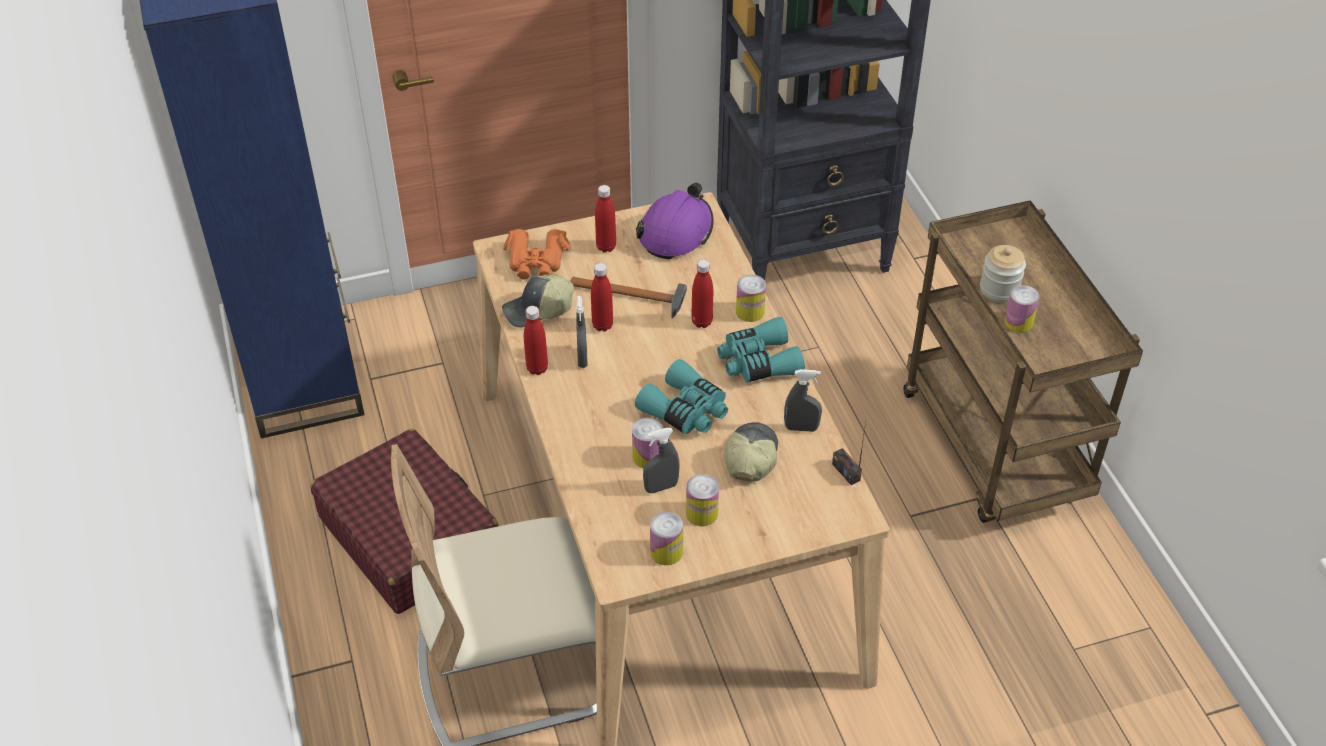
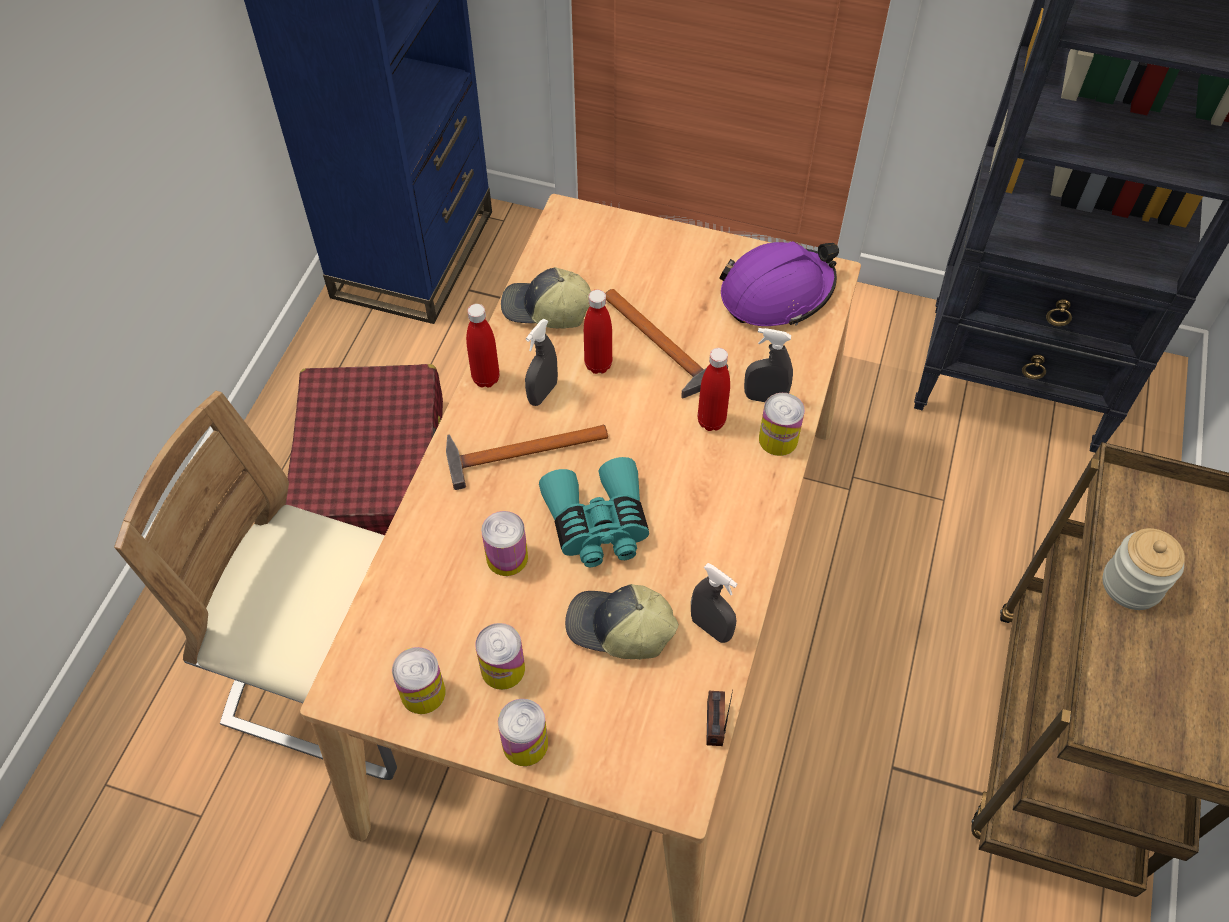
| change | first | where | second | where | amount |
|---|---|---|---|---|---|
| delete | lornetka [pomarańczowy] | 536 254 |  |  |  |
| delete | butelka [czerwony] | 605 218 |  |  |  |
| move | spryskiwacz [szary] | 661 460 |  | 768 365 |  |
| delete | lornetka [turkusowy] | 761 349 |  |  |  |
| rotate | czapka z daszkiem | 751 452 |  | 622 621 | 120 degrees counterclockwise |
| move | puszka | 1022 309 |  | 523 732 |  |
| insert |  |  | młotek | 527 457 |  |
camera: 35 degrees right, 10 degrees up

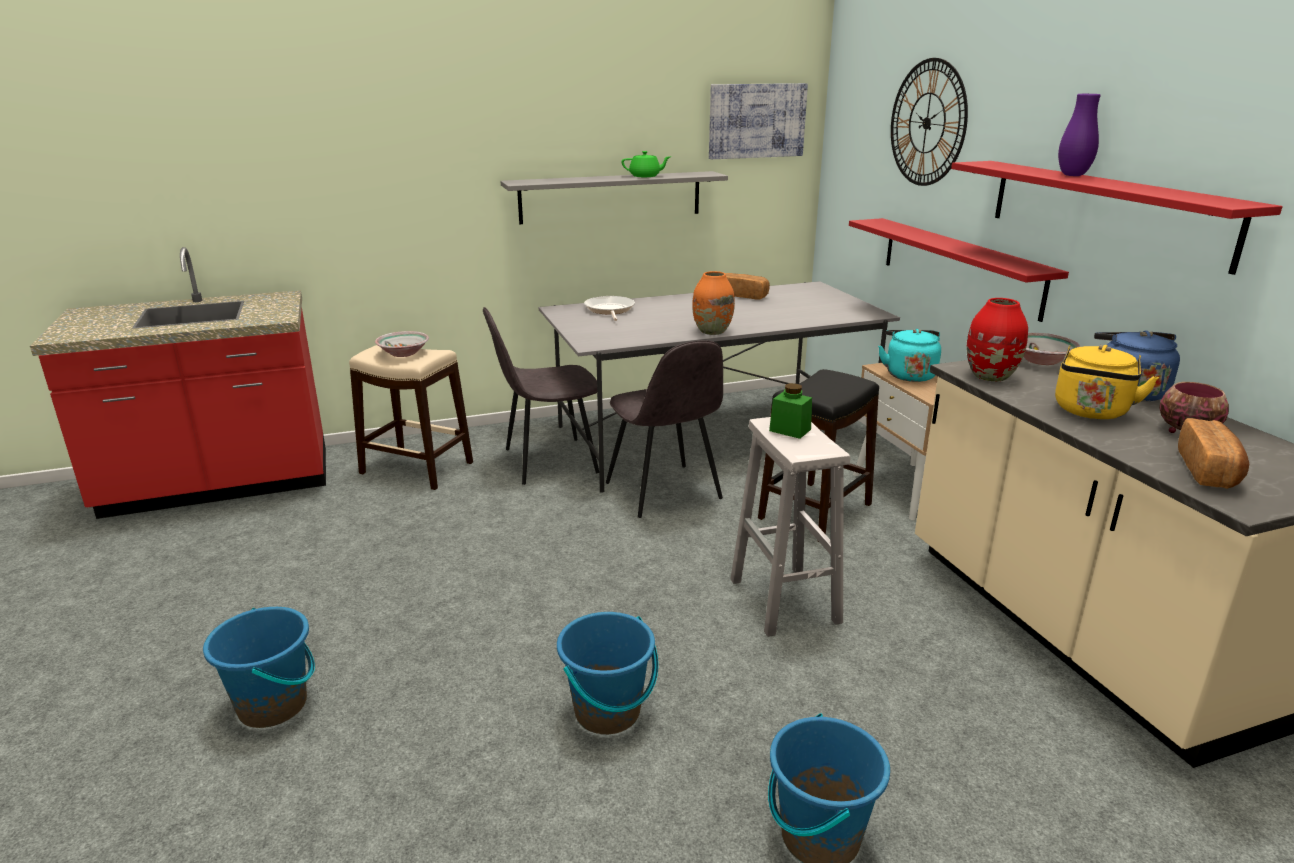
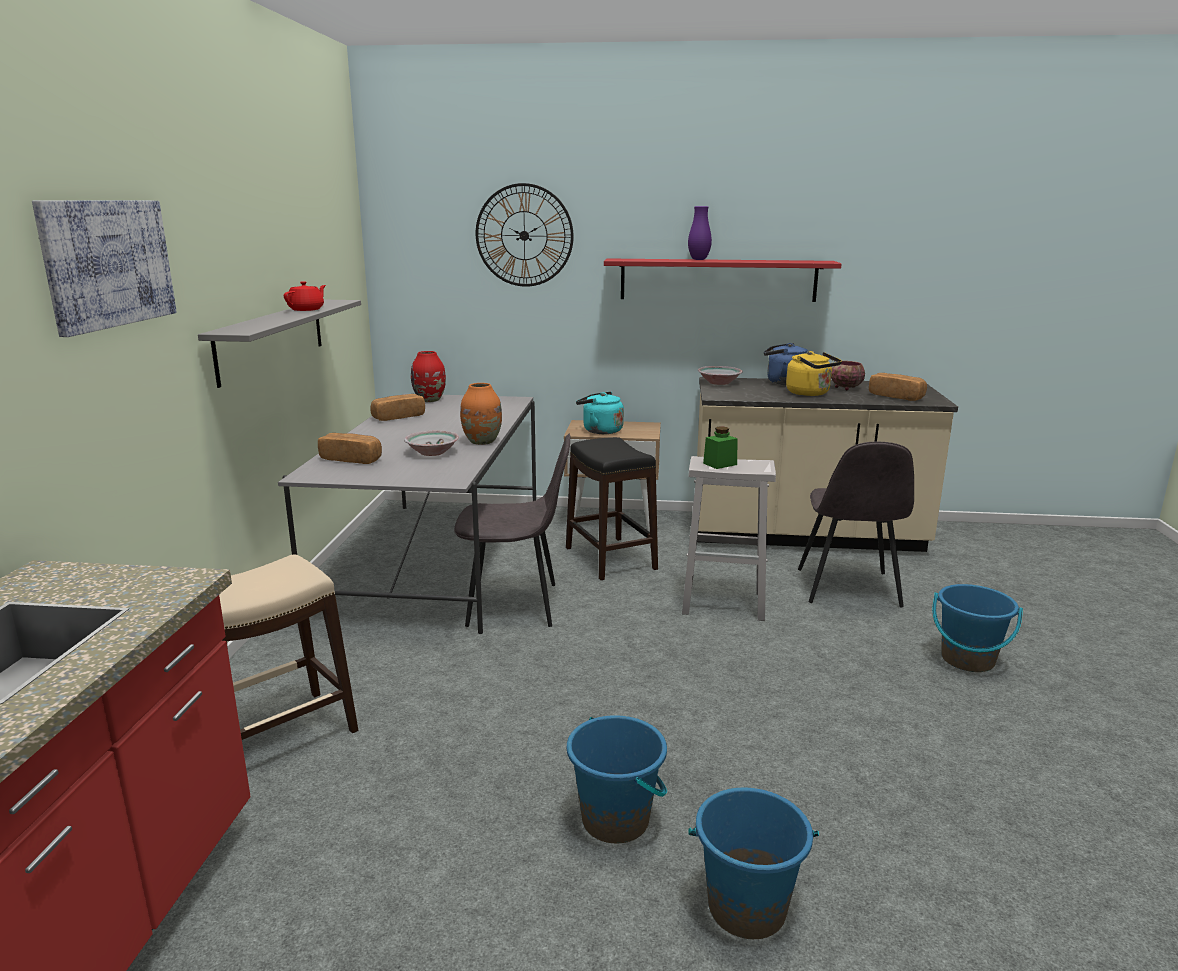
| change | first | where | second | where | amount |
|---|---|---|---|---|---|
| move | miska | 402 344 |  | 431 443 |  |
| move | krzesło [szary] | 541 396 |  | 856 524 |  |
| move | wiadro [niebieski] | 607 673 |  | 617 779 |  |
| replace | patelnia | 609 308 | chleb | 350 448 |  |
| recolor | imbryk [zielony] | 646 164 | imbryk [czerwony] | 305 296 |  |
| move | obraz | 758 121 |  | 104 269 |  |
| delete | półka [czerwony] | 959 270 |  |  |  |
| move | wazon [czerwony] | 997 340 |  | 428 376 |  |
camera: 65 degrees left, 5 degrees down

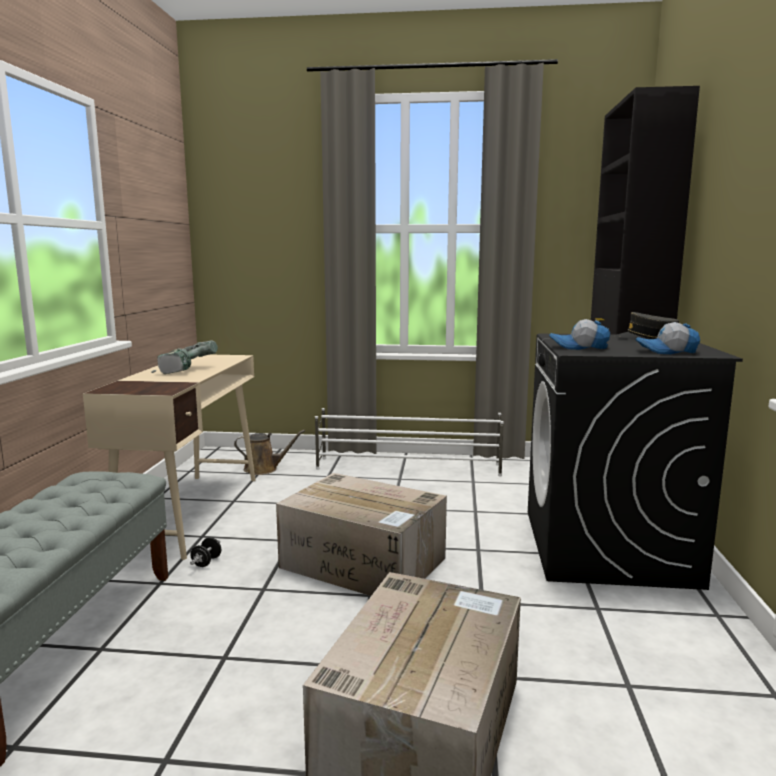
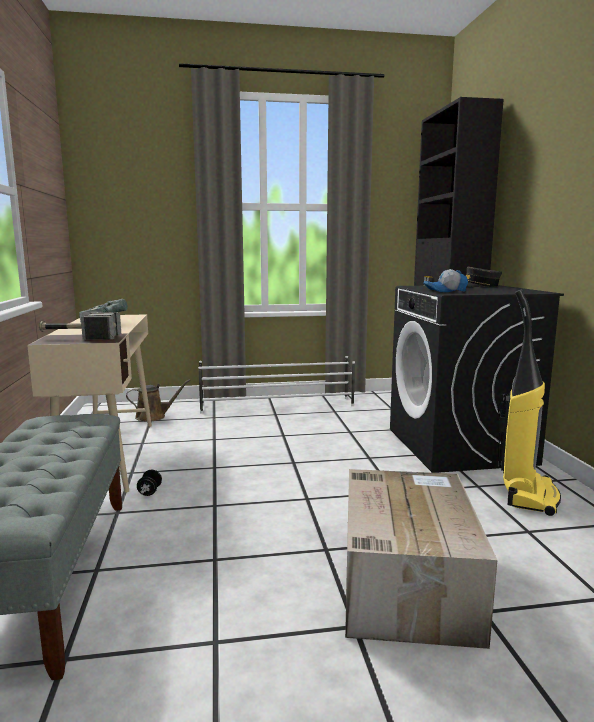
| change | first | where | second | where | amount |
|---|---|---|---|---|---|
| delete | karton | 361 534 |  |  |  |
| delete | czapka z daszkiem | 667 338 |  |  |  |
| insert |  |  | młotek | 80 326 |  |
| insert |  |  | odkurzacz | 529 403 |  |
camera: 15 degrees left, 0 degrees up

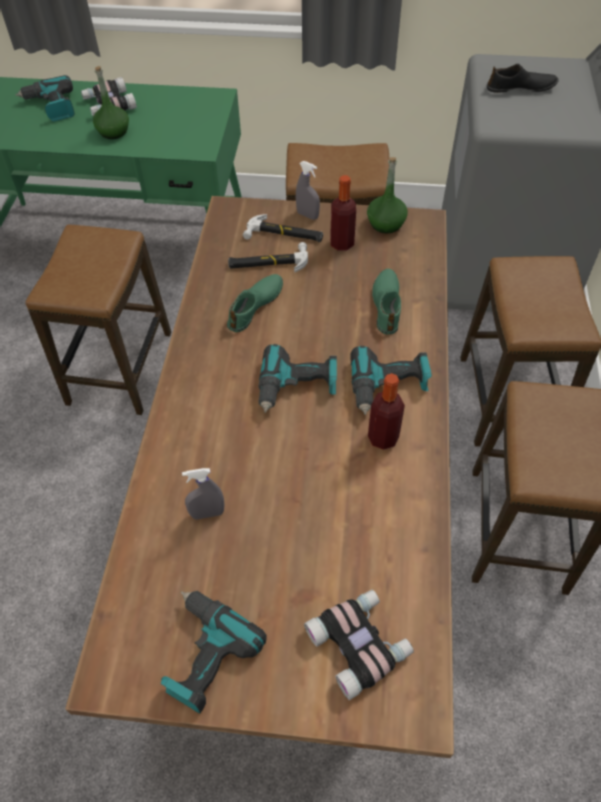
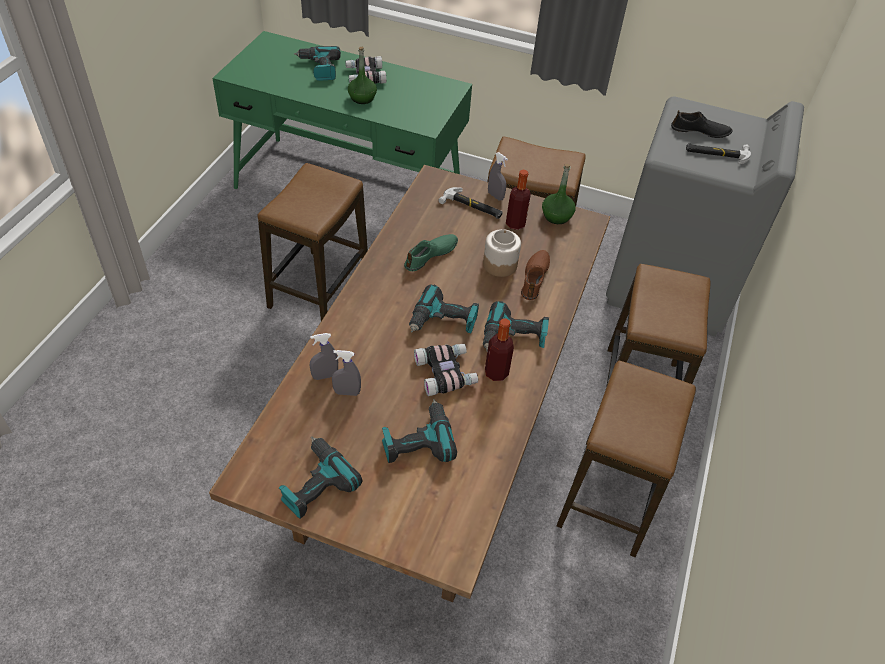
| change | first | where | second | where | amount |
|---|---|---|---|---|---|
| move | młotek | 268 257 |  | 718 153 |  |
| move | lornetka | 359 645 |  | 446 370 |  |
| recolor | but [zielony] | 386 301 | but [brązowy] | 535 275 |  |
| insert |  |  | spryskiwacz [szary] | 324 356 |  |
| insert |  |  | wiertarka | 419 431 |  |
| insert |  |  | słoik | 502 253 |  |
camera: 10 degrees right, 5 degrees down

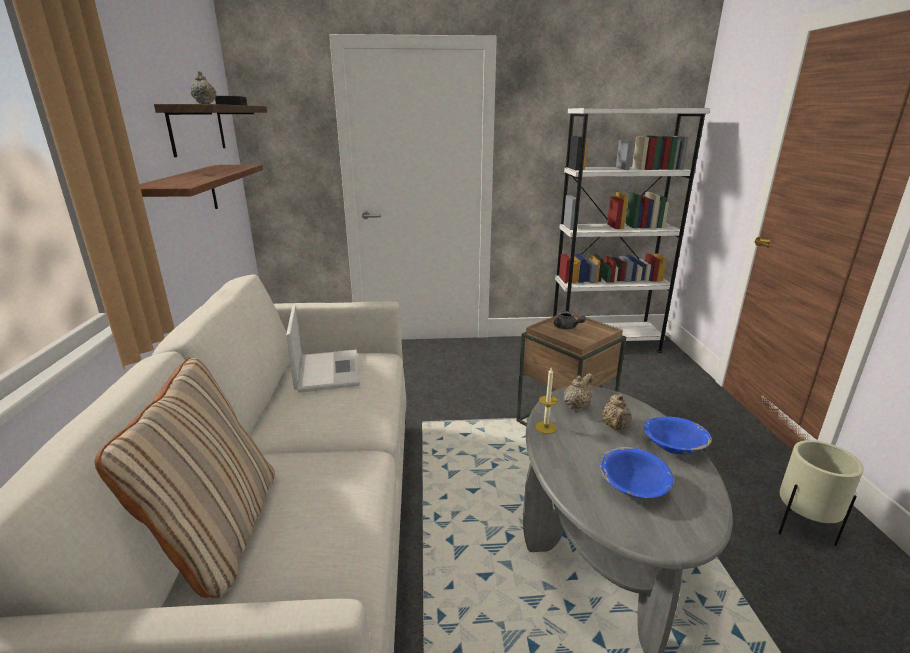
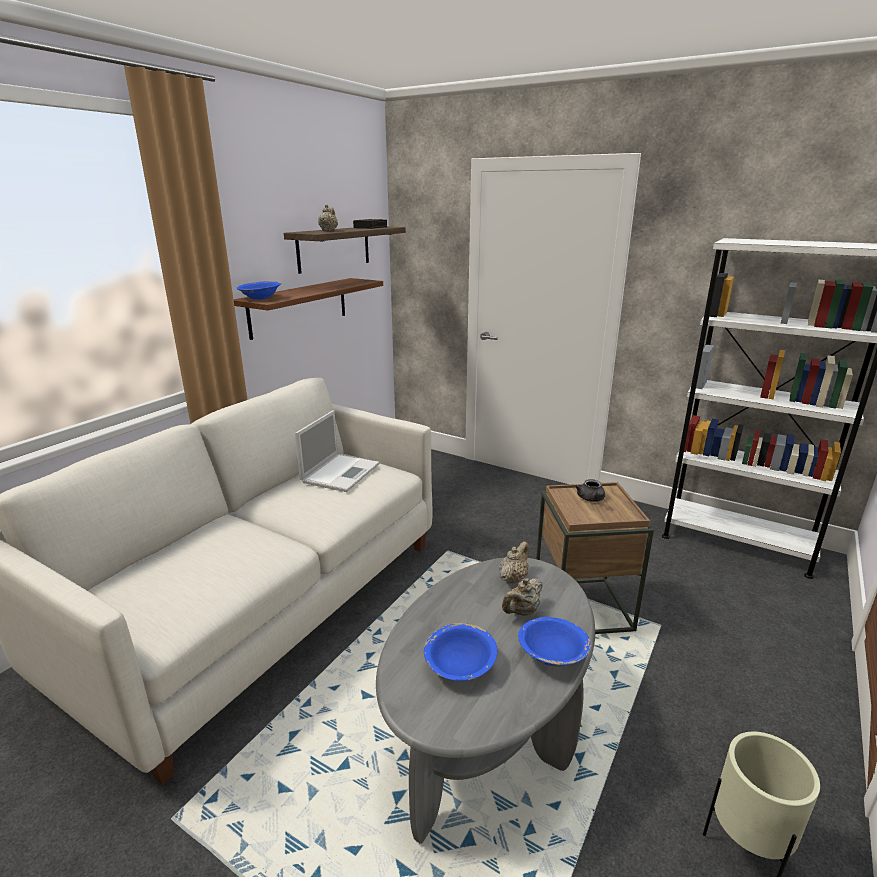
| change | first | where | second | where | amount |
|---|---|---|---|---|---|
| delete | poduszka [beżowy] | 185 478 |  |  |  |
| delete | świeca | 547 401 |  |  |  |
| rotate | imbryk [beżowy] | 579 391 |  | 514 563 | 45 degrees counterclockwise |
| insert |  |  | miska [niebieski] | 259 290 |  |
camera: 35 degrees right, 0 degrees up

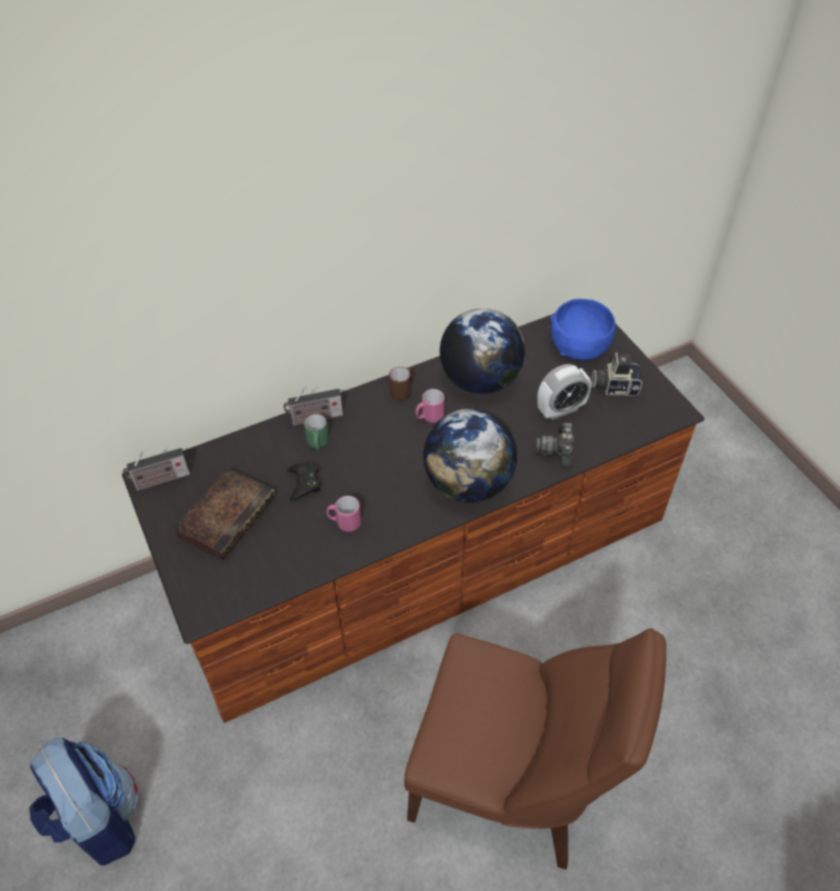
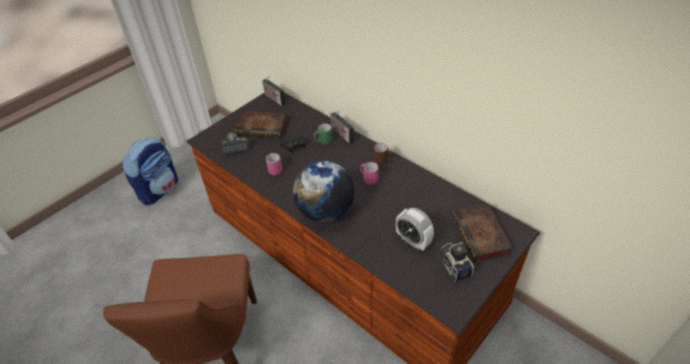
| change | first | where | second | where | amount |
|---|---|---|---|---|---|
| delete | globus | 482 351 |  |  |  |
| move | aparat fotograficzny | 555 445 |  | 235 143 |  |
| replace | miska [niebieski] | 583 330 | książka | 482 232 |  |
camera: 70 degrees right, 5 degrees down

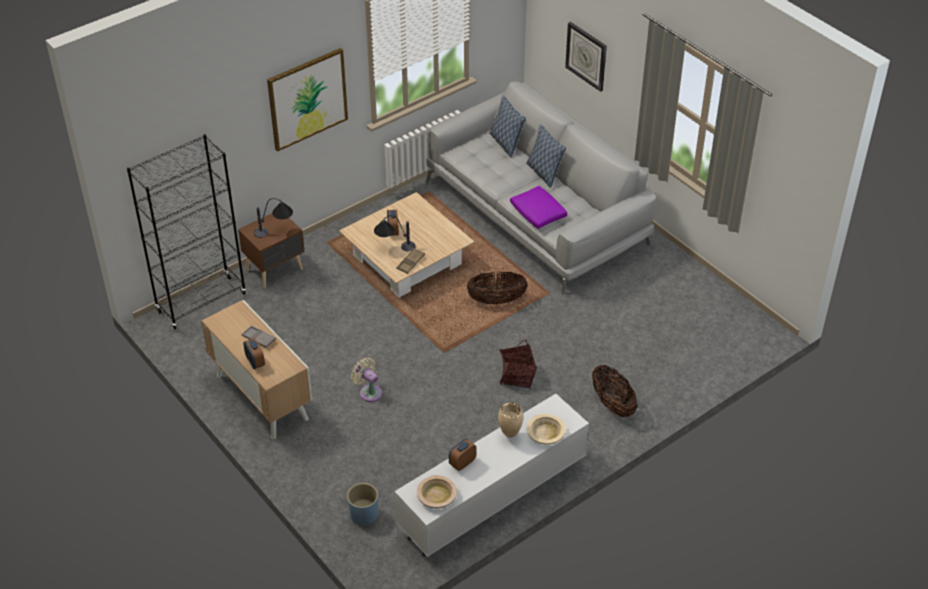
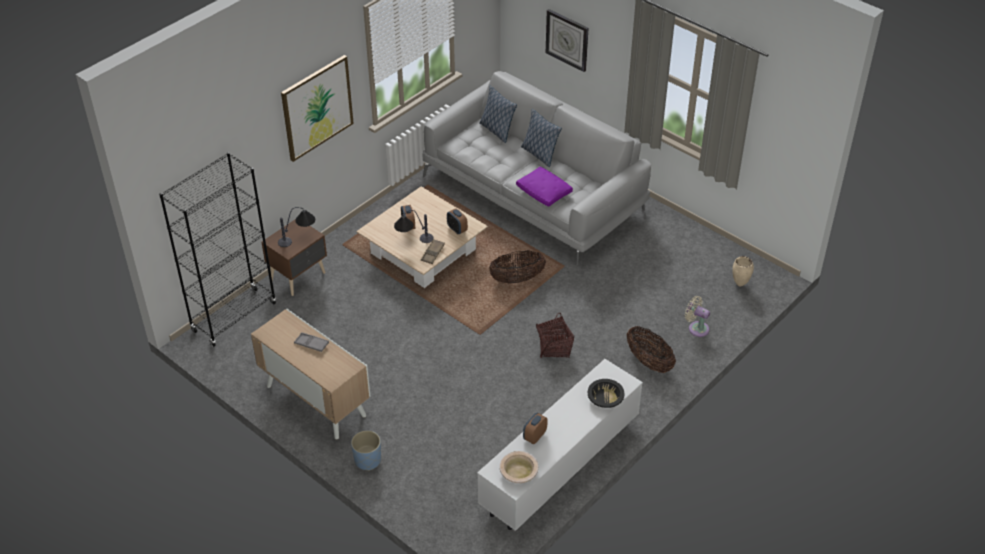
| change | first | where | second | where | amount |
|---|---|---|---|---|---|
| move | budzik | 254 353 |  | 457 221 |  |
| move | donica [niebieski] | 362 504 |  | 366 450 |  |
| move | wentylator [beżowy] | 366 379 |  | 697 316 |  |
| move | wazon [beżowy] | 510 420 |  | 743 271 |  |
| recolor | miska [beżowy] | 546 429 | miska [czarny] | 606 393 |  |
camera: 10 degrees left, 0 degrees up

